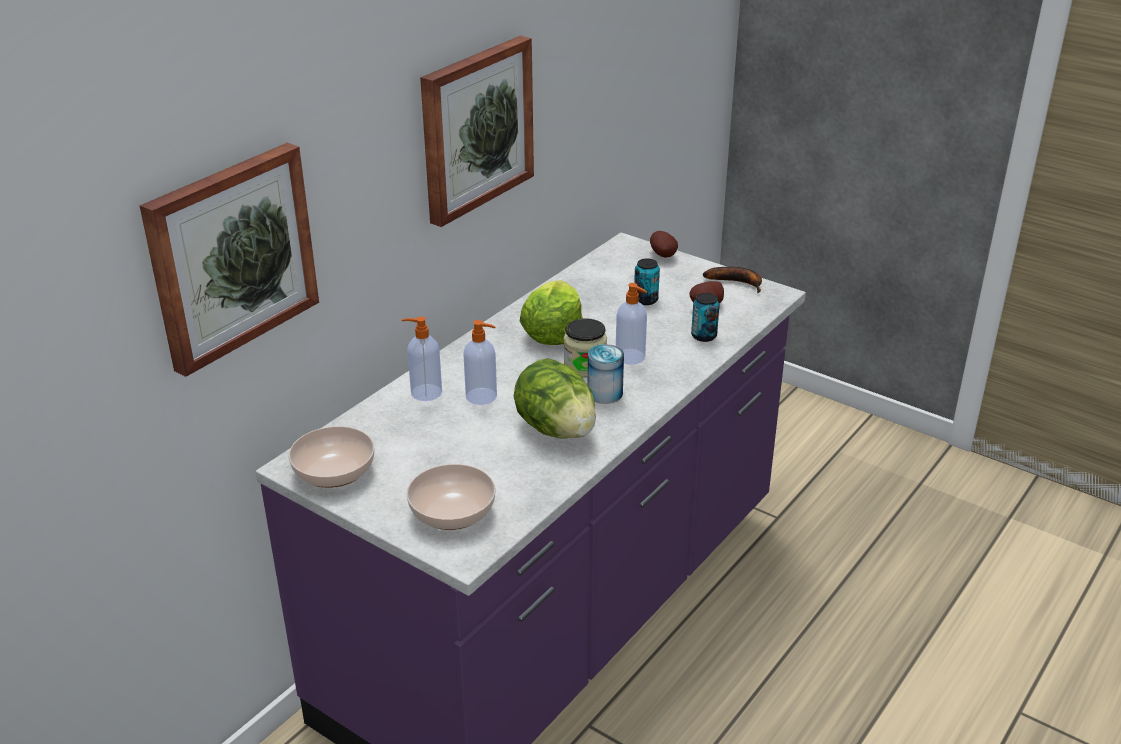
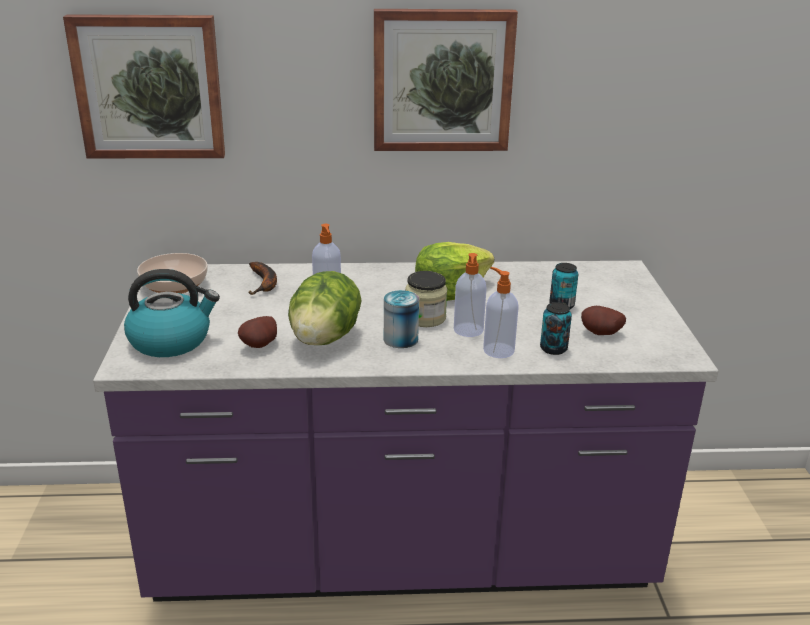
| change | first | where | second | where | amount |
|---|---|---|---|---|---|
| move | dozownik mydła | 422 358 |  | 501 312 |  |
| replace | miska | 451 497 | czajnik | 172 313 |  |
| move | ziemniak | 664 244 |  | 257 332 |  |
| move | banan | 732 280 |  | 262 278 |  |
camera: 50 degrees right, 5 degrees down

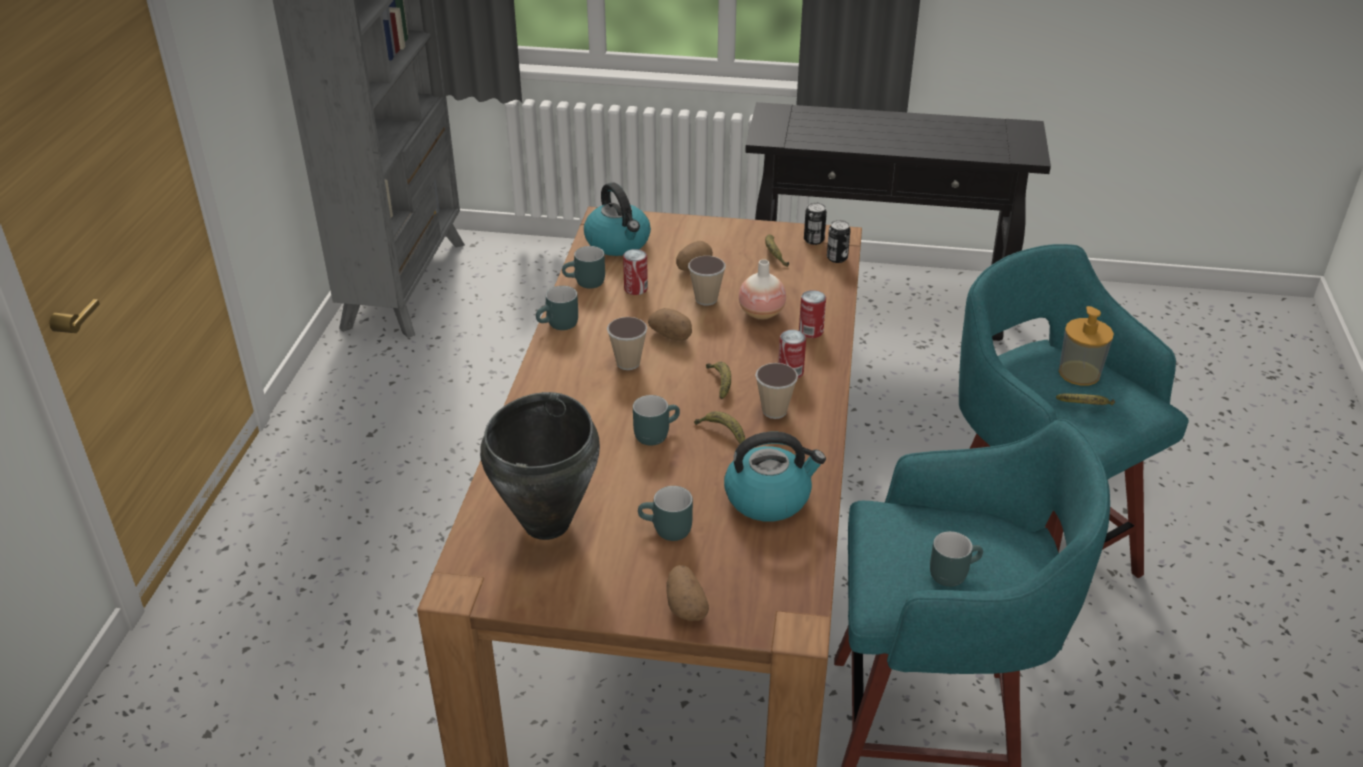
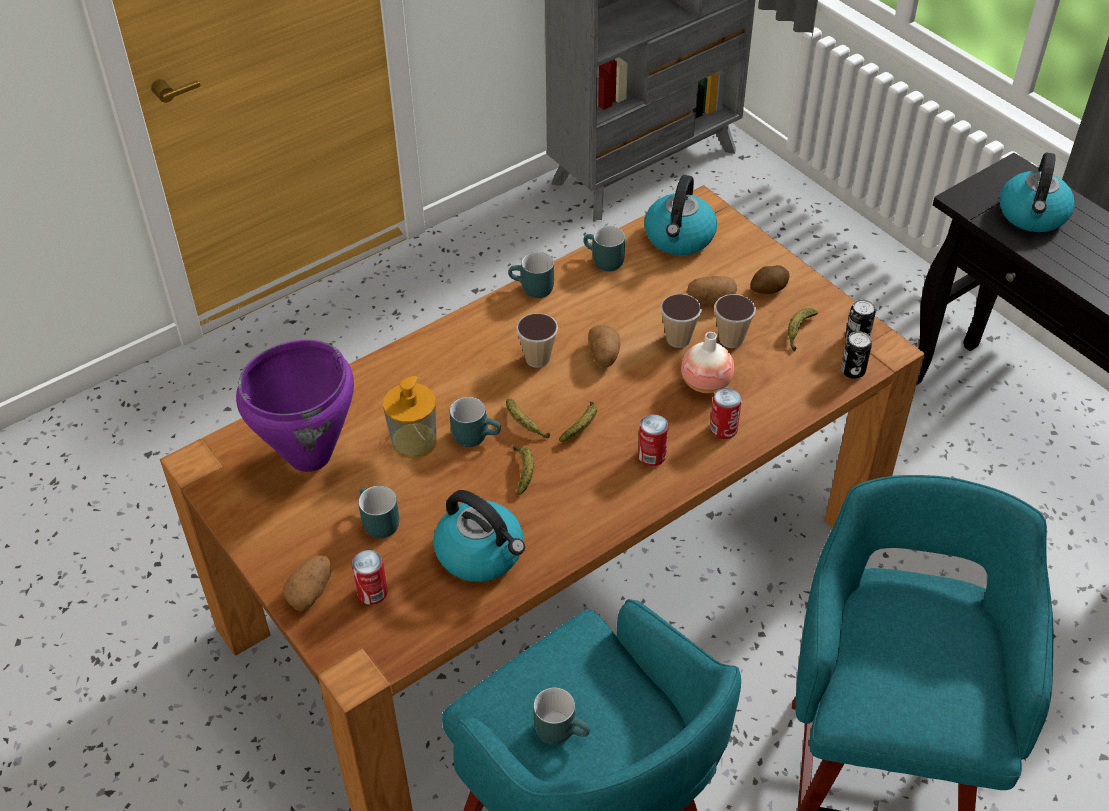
| change | first | where | second | where | amount |
|---|---|---|---|---|---|
| recolor | garnek [czarny] | 540 466 | garnek [fioletowy] | 295 406 |  |
| move | puszka | 635 272 |  | 370 577 |  |
| move | filiżanka | 776 391 |  | 735 321 |  |
| move | banan | 1085 399 |  | 528 418 |  |
| move | dozownik mydła | 1086 345 |  | 410 417 |  |
| insert |  |  | ziemniak | 770 279 |  |
| insert |  |  | czajnik | 1037 192 |  |
camera: 45 degrees right, 10 degrees up

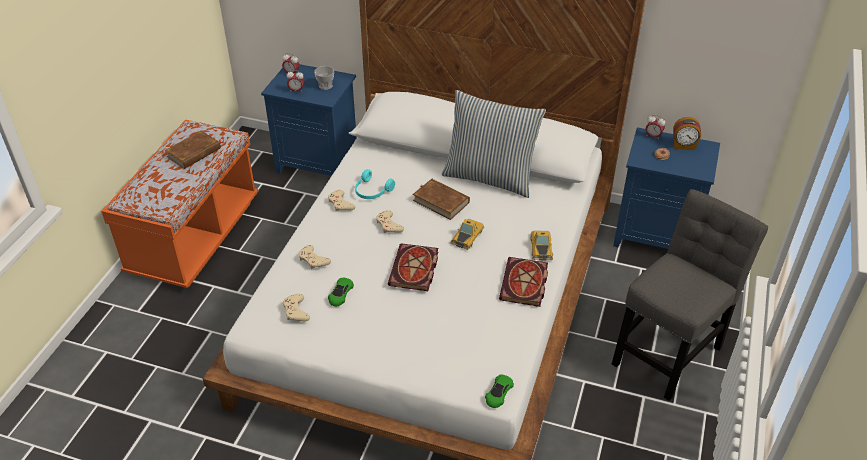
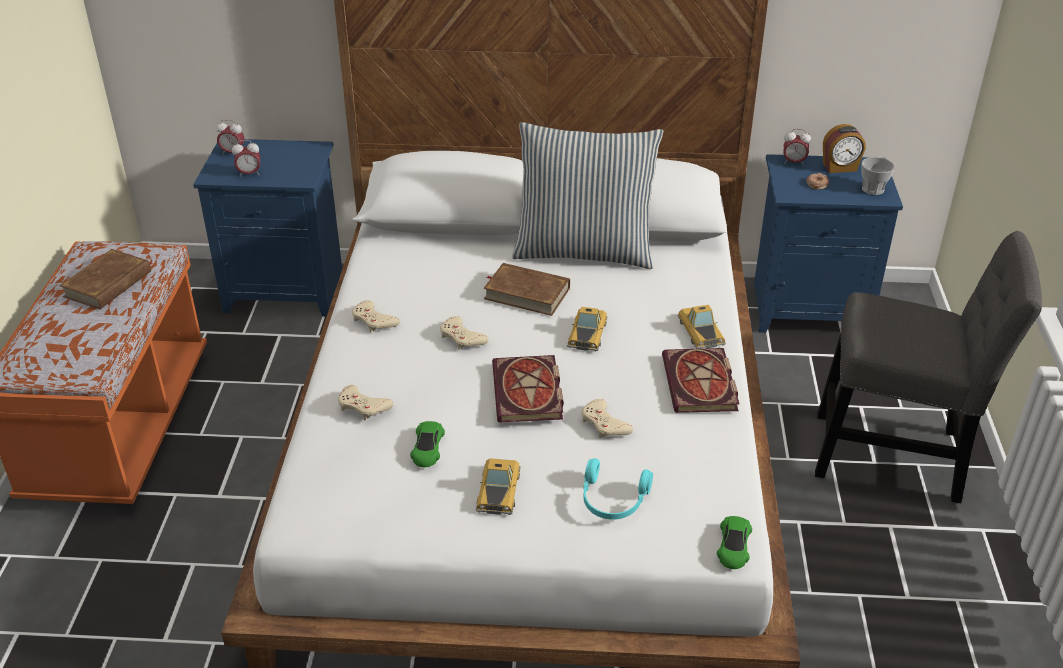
| change | first | where | second | where | amount |
|---|---|---|---|---|---|
| move | pad do gier [beżowy] | 296 307 |  | 607 418 |  |
| move | filiżanka | 324 78 |  | 878 176 |  |
| move | słuchawki [turkusowy] | 375 184 |  | 618 489 |  |
| rotate | krzesło [szary] | 690 295 |  | 928 367 | 75 degrees clockwise |
| insert |  |  | samochodzik | 498 486 |  |
camera: 15 degrees left, 5 degrees down

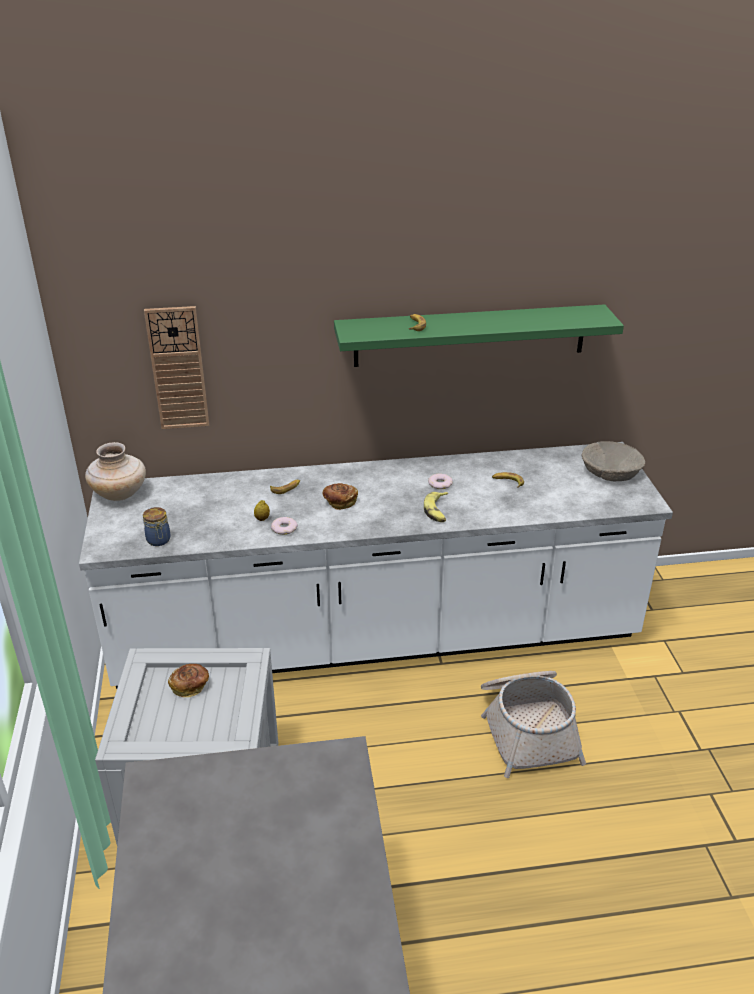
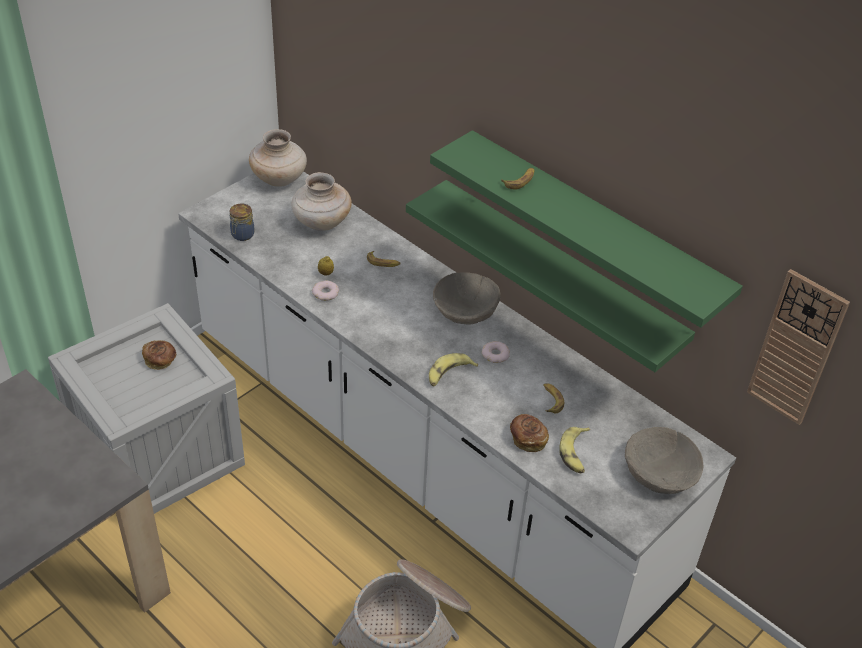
| change | first | where | second | where | amount |
|---|---|---|---|---|---|
| move | zegar ścienny | 176 367 |  | 798 347 |  |
| move | chleb | 340 496 |  | 529 433 |  |
| insert |  |  | wazon [beżowy] | 321 201 |  |
| insert |  |  | półka [zielony] | 550 276 |  |
| insert |  |  | miska [beżowy] | 467 298 |  |
| insert |  |  | banan | 574 450 |  |
camera: 50 degrees right, 10 degrees up

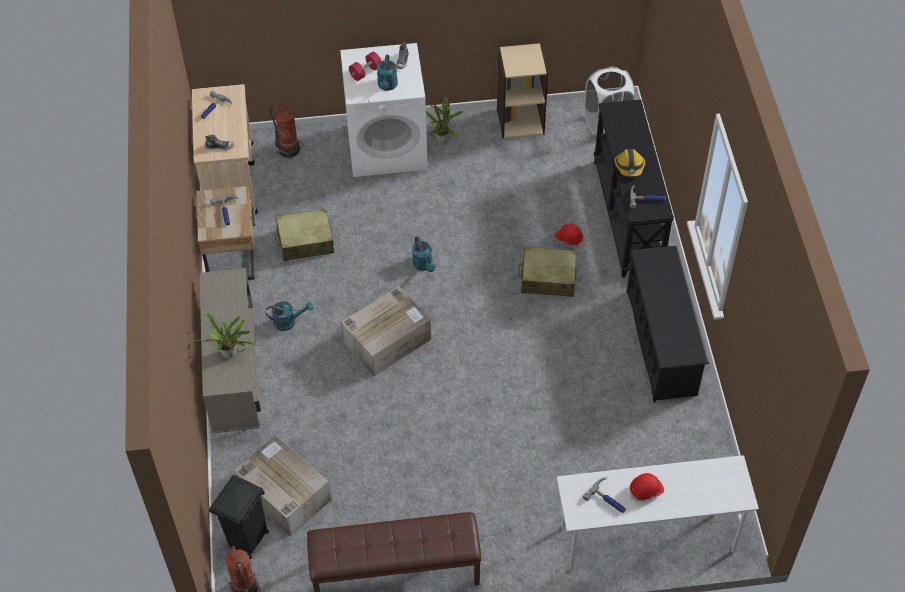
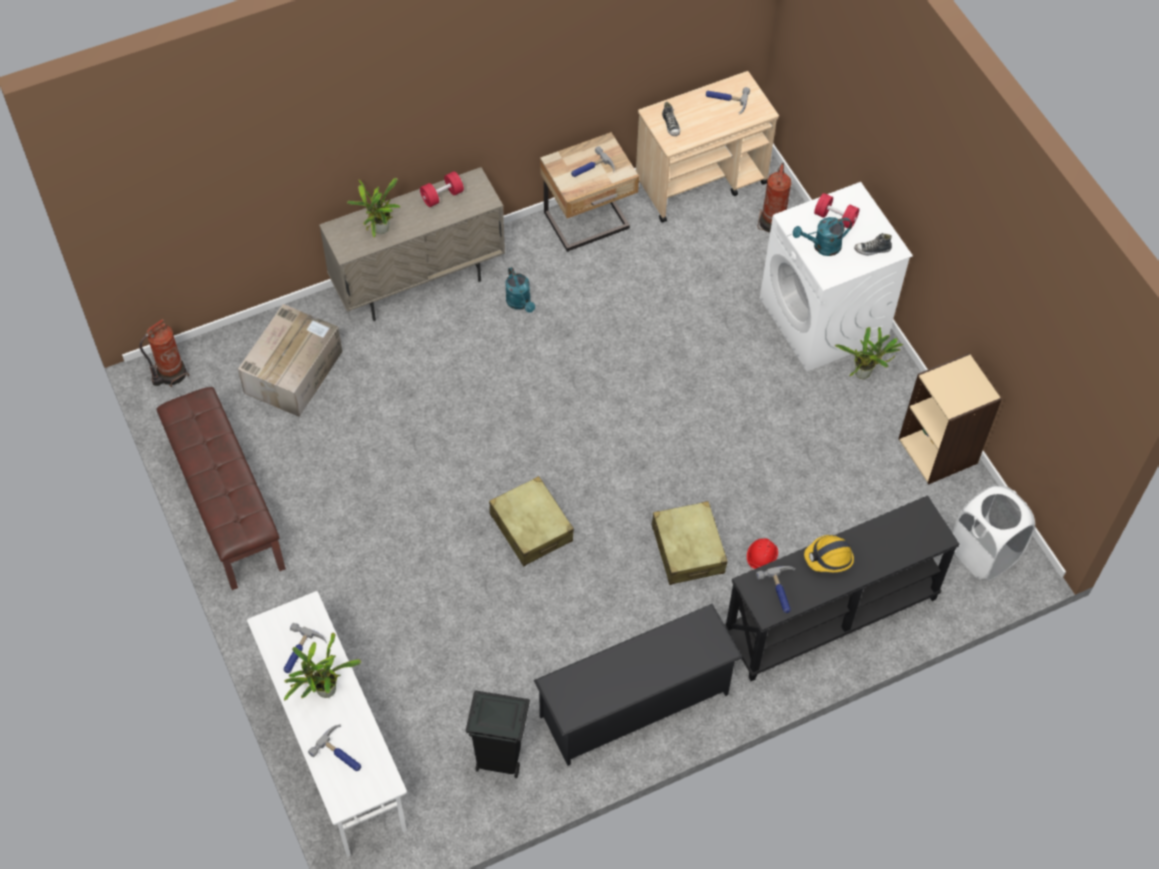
| change | first | where | second | where | amount |
|---|---|---|---|---|---|
| move | kosz na śmieci [czarny] | 239 517 |  | 498 734 |  |
| move | walizka [beżowy] | 304 235 |  | 531 521 |  |
| delete | karton | 386 331 |  |  |  |
| delete | konewka [turkusowy] | 423 254 |  |  |  |
| replace | kask [czerwony] | 647 487 | roślina doniczkowa | 322 667 |  |
| insert |  |  | młotek | 334 748 |  |
| insert |  |  | hantel [czerwony] | 442 189 |  |
camera: 70 degrees right, 5 degrees up

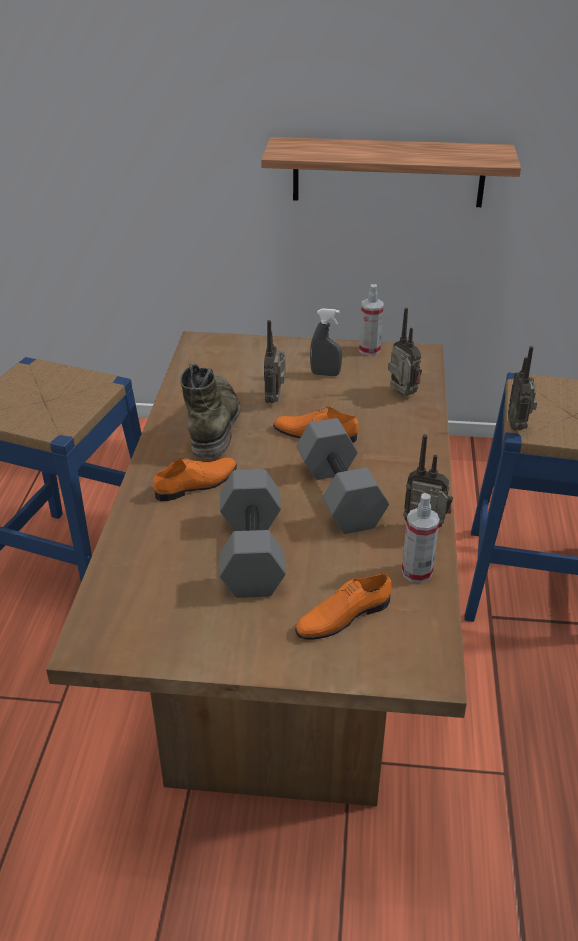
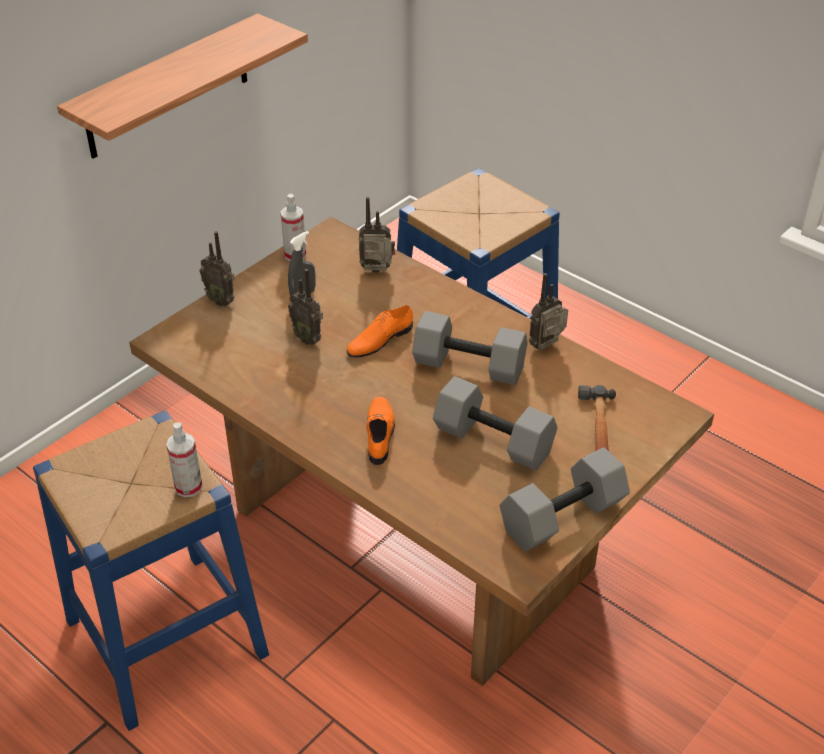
| change | first | where | second | where | amount |
|---|---|---|---|---|---|
| delete | but z cholewką [zielony] | 210 411 |  |  |  |
| replace | but [pomarańczowy] | 343 607 | młotek | 597 418 |  |
| move | spryskiwacz | 421 538 |  | 184 459 |  |
| move | radio | 522 388 |  | 217 269 |  |
| insert |  |  | hantel [szary] | 564 499 |  |
camera: 55 degrees left, 5 degrees up

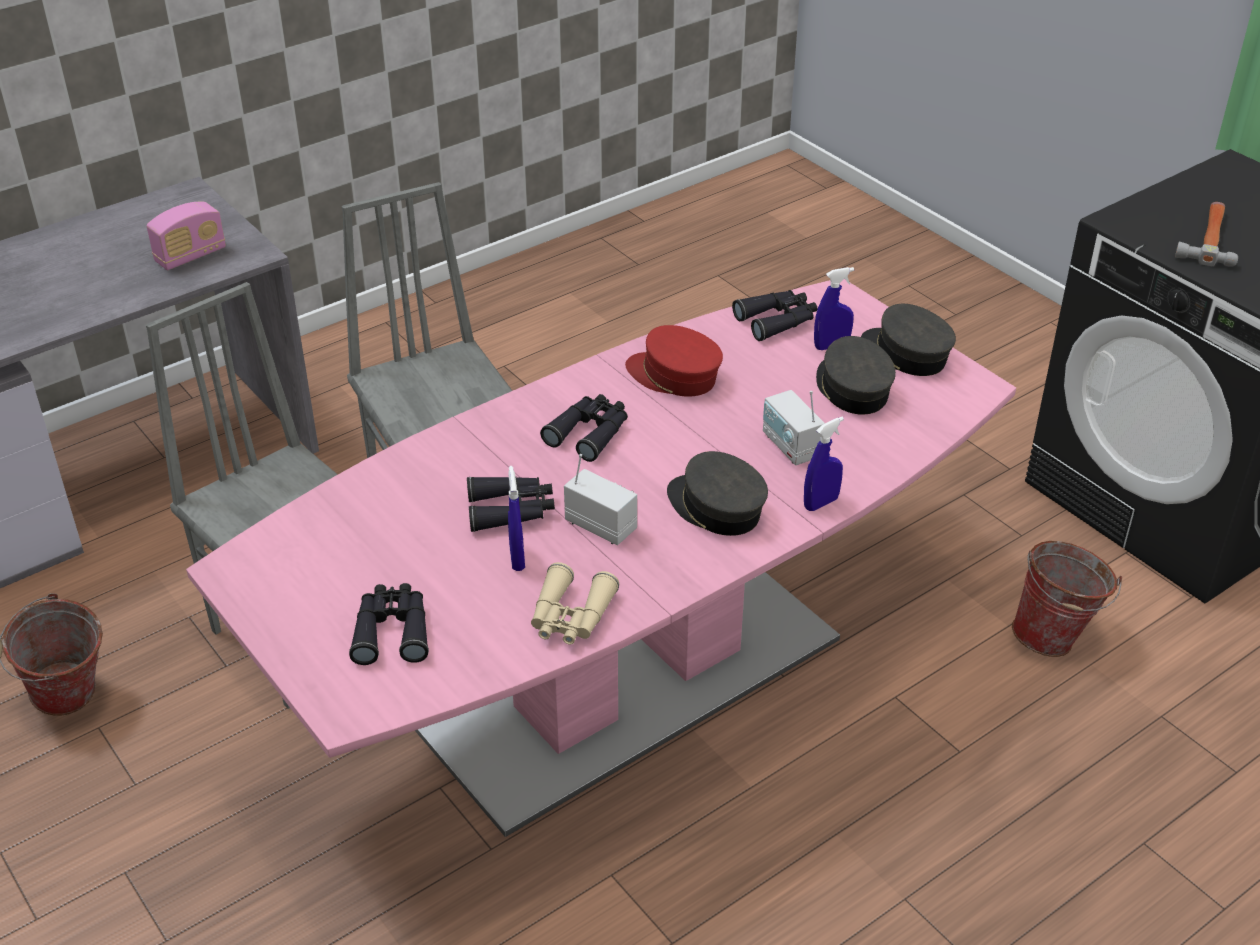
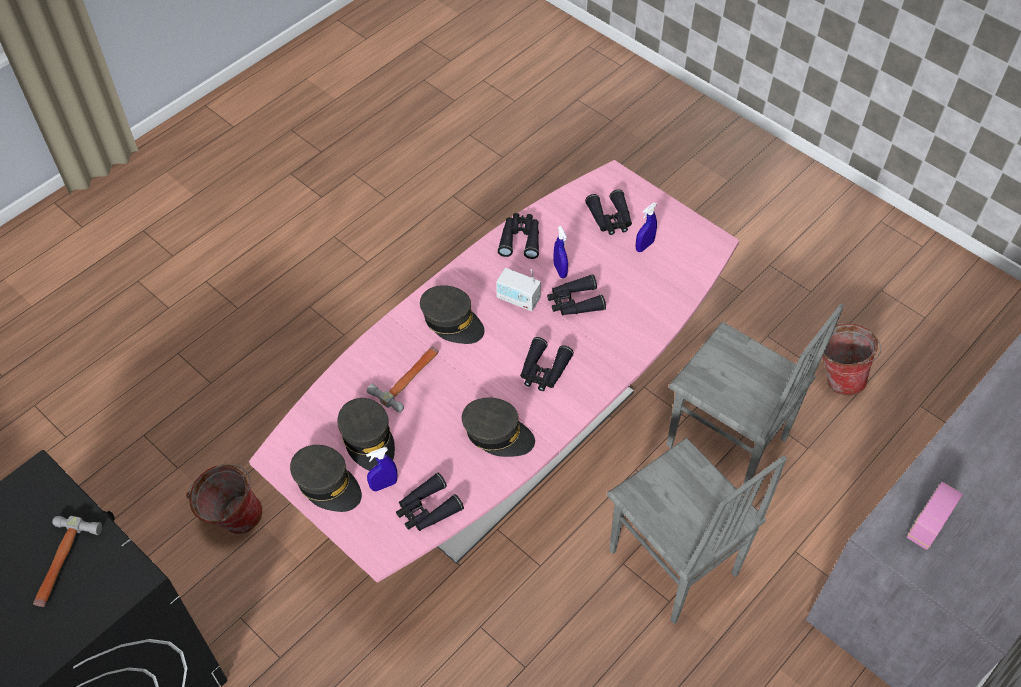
| change | first | where | second | where | amount |
|---|---|---|---|---|---|
| recolor | lornetka [beżowy] | 575 603 | lornetka [czarny] | 518 236 |  |
| recolor | czapka z daszkiem [czerwony] | 674 361 | czapka z daszkiem [szary] | 498 427 |  |
| replace | radio | 794 427 | młotek | 403 379 |  |
| move | spryskiwacz [niebieski] | 824 464 |  | 646 227 |  |
camera: 170 degrees right, 15 degrees up

